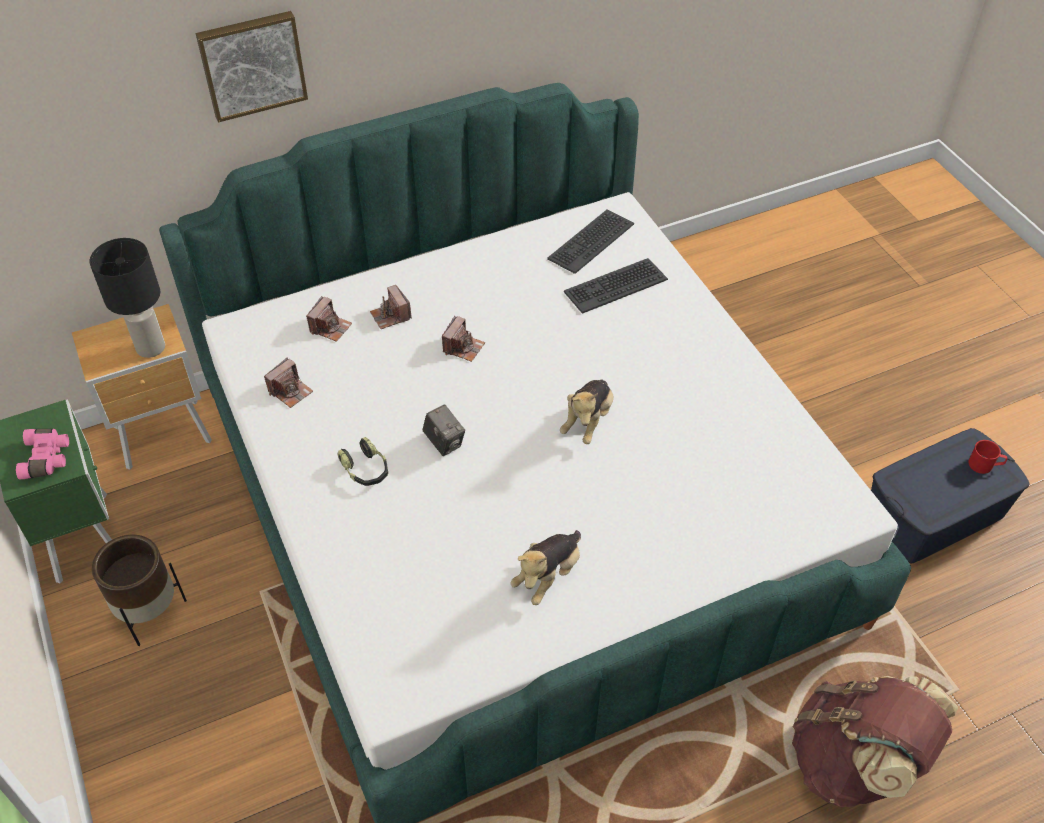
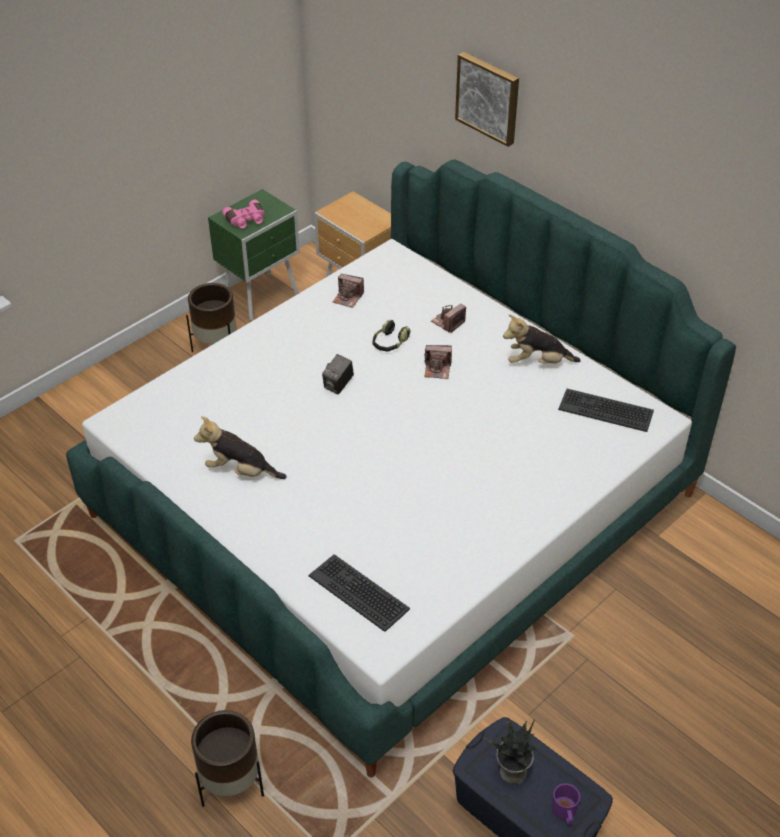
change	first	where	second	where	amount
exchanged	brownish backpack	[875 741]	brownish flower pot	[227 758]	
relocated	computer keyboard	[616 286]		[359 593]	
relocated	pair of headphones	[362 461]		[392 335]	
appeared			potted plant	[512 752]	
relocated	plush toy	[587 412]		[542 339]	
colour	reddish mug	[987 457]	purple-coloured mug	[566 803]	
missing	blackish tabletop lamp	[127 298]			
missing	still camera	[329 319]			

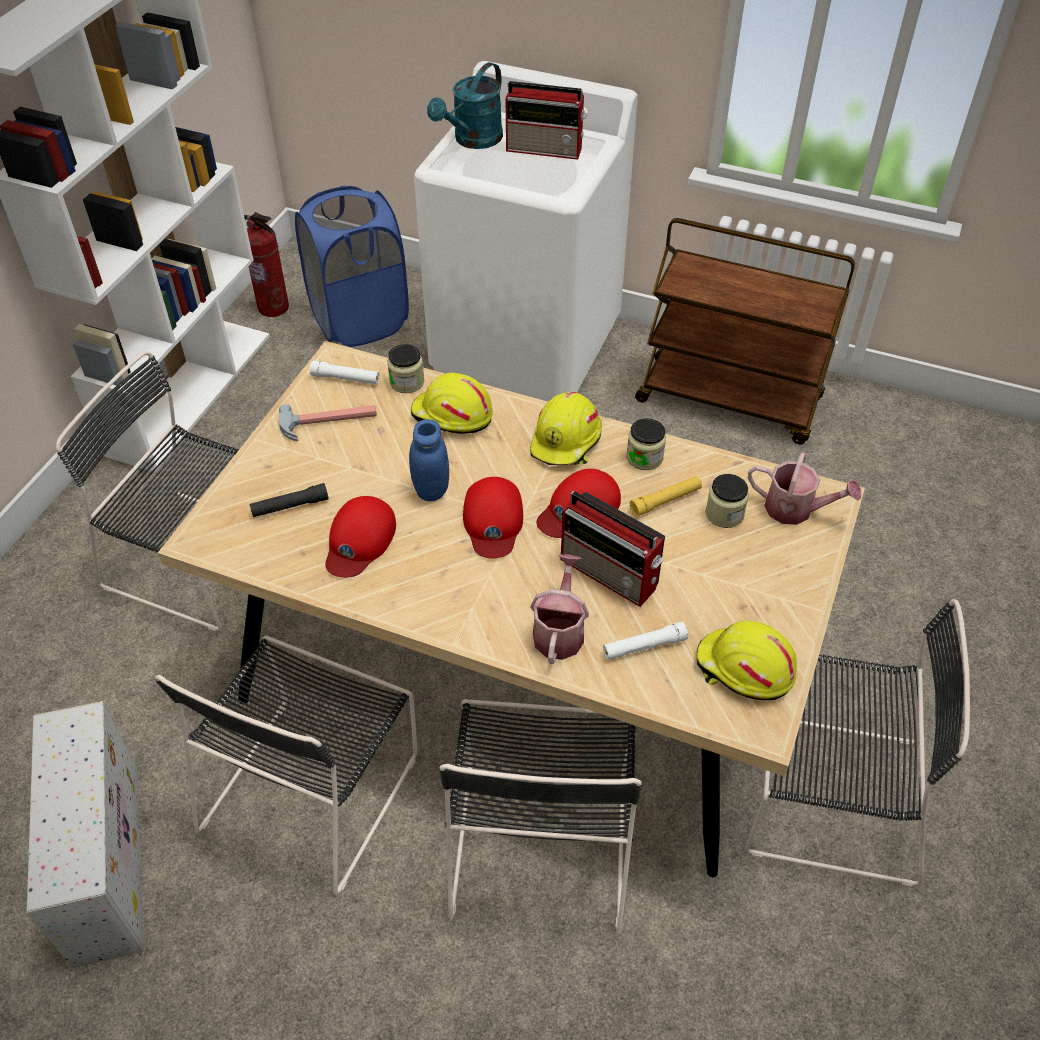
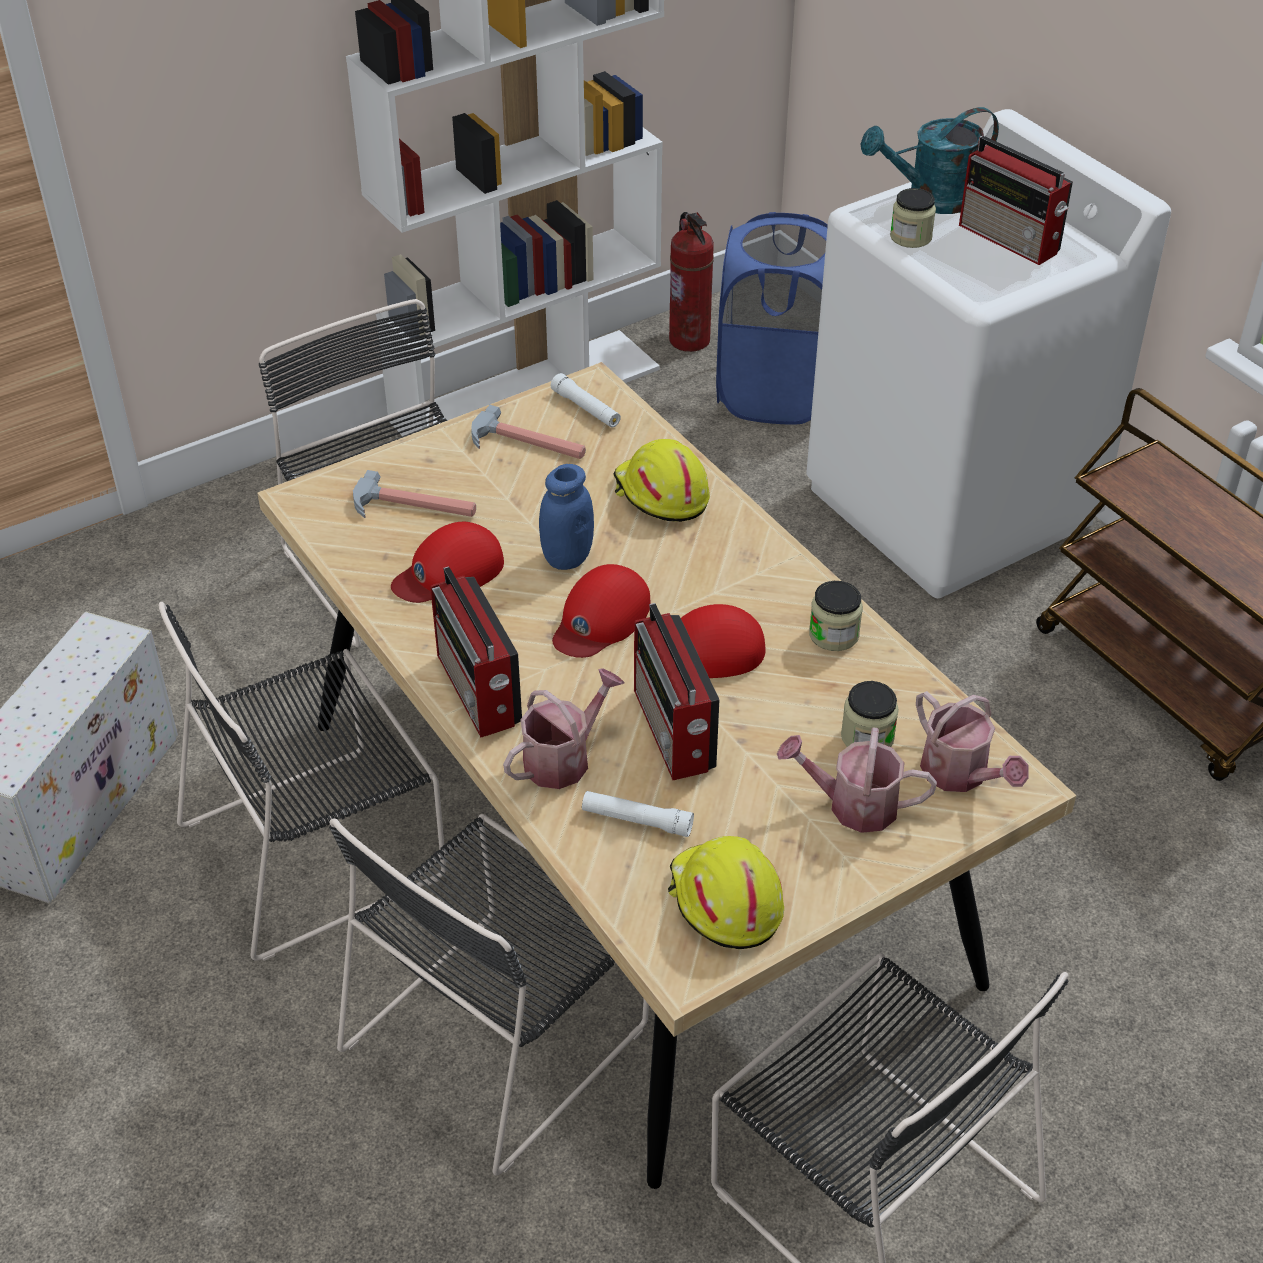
change	first	where	second	where	amount
exchanged	blackish torch	[289 500]	hand hammer	[414 494]	
appeared			radio	[476 651]	
appeared			watering pot	[857 780]	
relocated	preserve jar	[405 368]		[913 218]	
missing	yellowish safety helmet	[566 428]			
missing	yellowish torch	[666 496]			

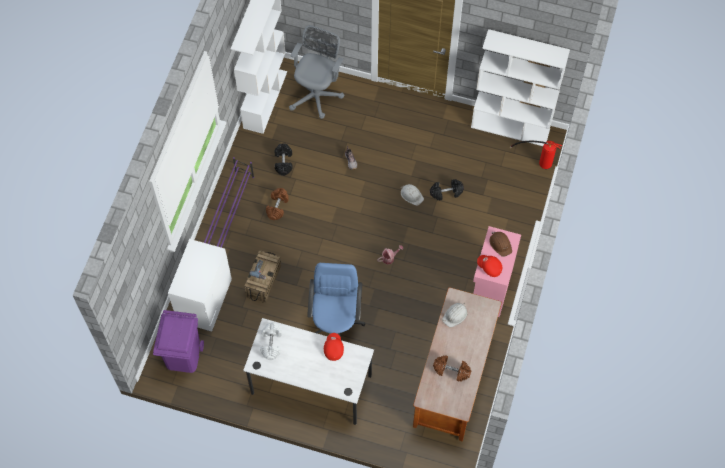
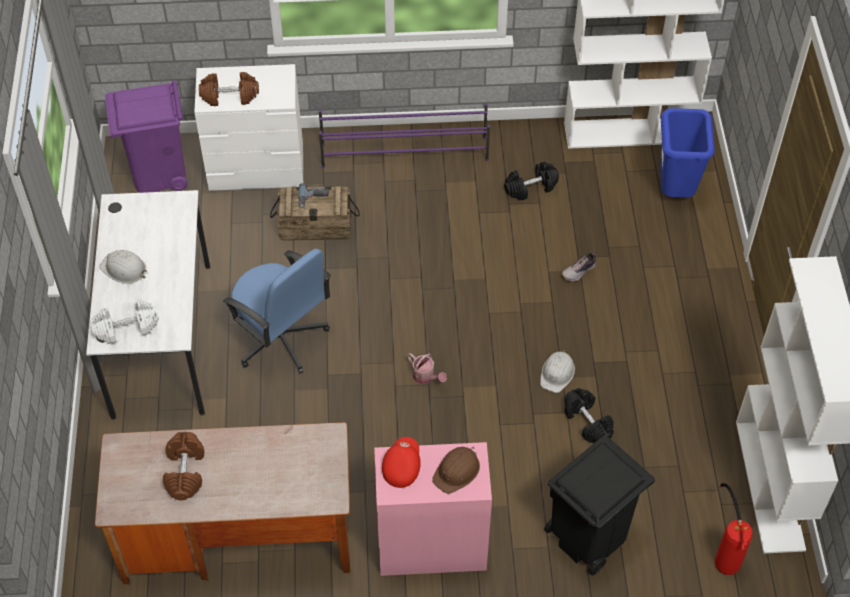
change	first	where	second	where	amount
relocated	whitish free weight	[271 341]		[125 321]	
relocated	whitish safety helmet	[454 315]		[123 267]	
relocated	brownish free weight	[277 204]		[229 89]	
spun	bluish computer chair	[336 301]		[277 311]	60 degrees clockwise
appeared			blackish rubbish bin	[599 505]	
exchanged	gray computer chair	[317 72]	bluish rubbish bin	[687 153]	
missing	reddish cap	[334 347]			

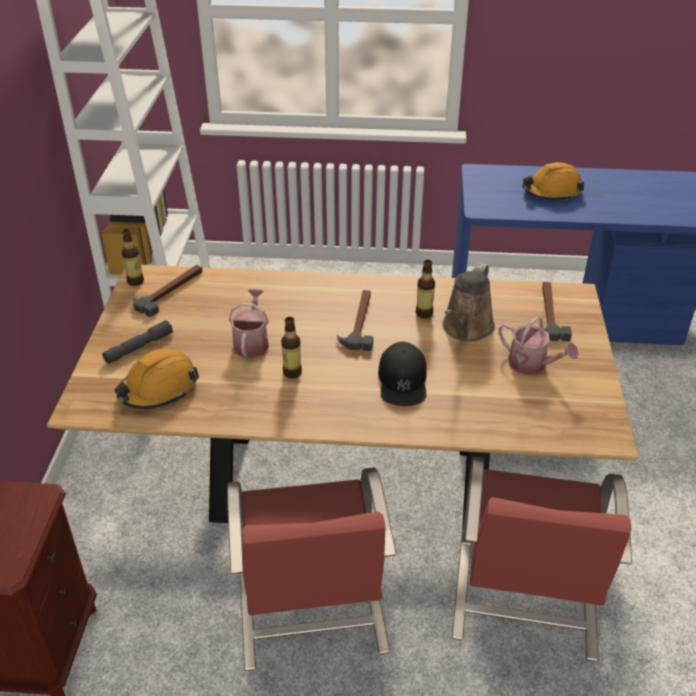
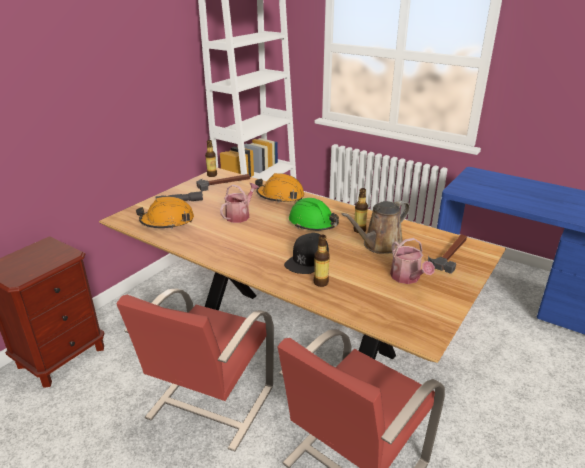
change	first	where	second	where	amount
relocated	orange safety helmet	[553 181]		[279 188]	
exchanged	hand hammer	[355 321]	green-coloured safety helmet	[314 214]	
relocated	drink bottle	[291 347]		[322 260]	

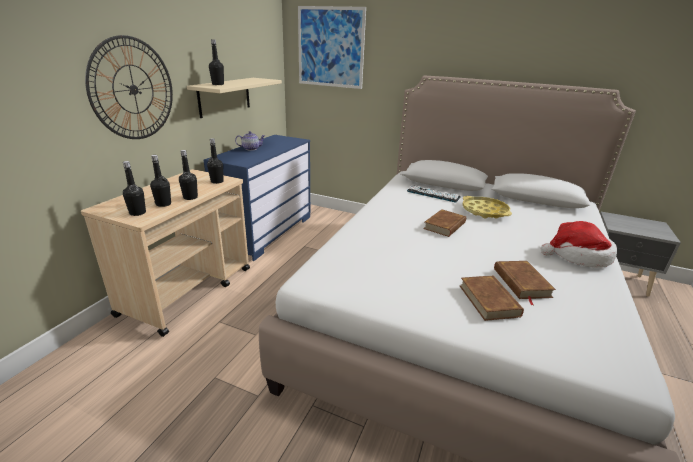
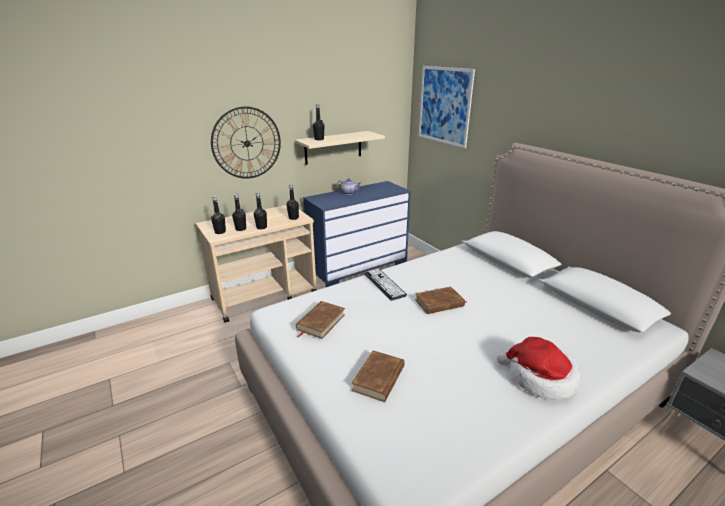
change	first	where	second	where	amount
relocated	brownish bound book	[525 283]		[320 320]	
relocated	computer keyboard	[434 193]		[385 285]	
missing	yellowish carrying tray	[487 207]			

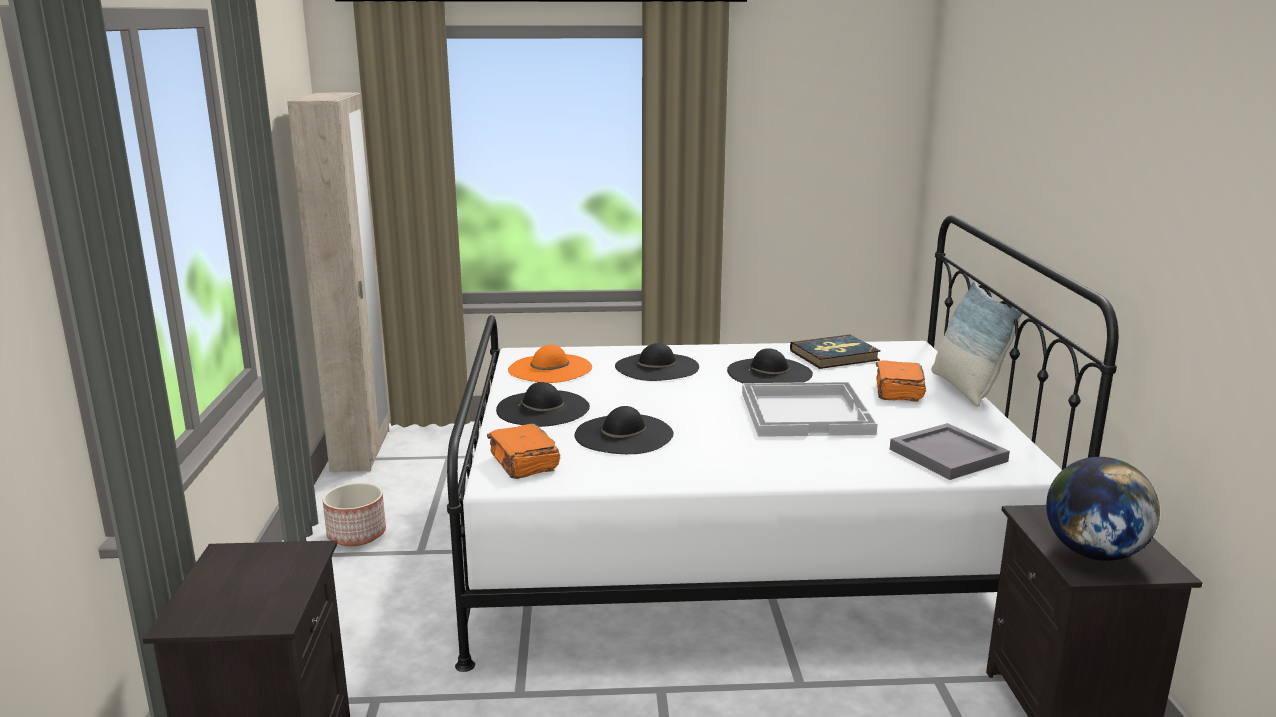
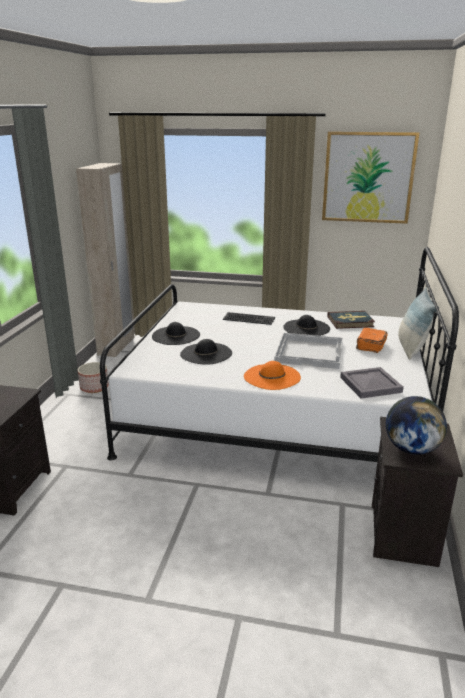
change	first	where	second	where	amount
exchanged	blackish clothing hat	[657 362]	computer keyboard	[249 318]	
relocated	orange clothing hat	[550 364]		[272 375]	
appeared			picture	[370 178]	
missing	orange bound book	[523 451]			

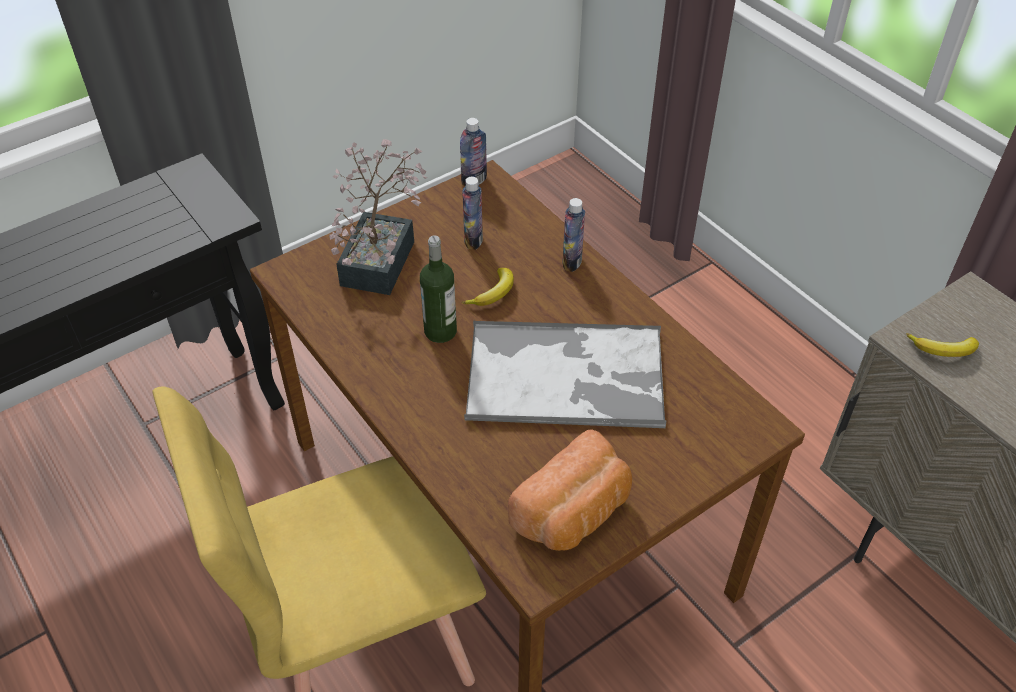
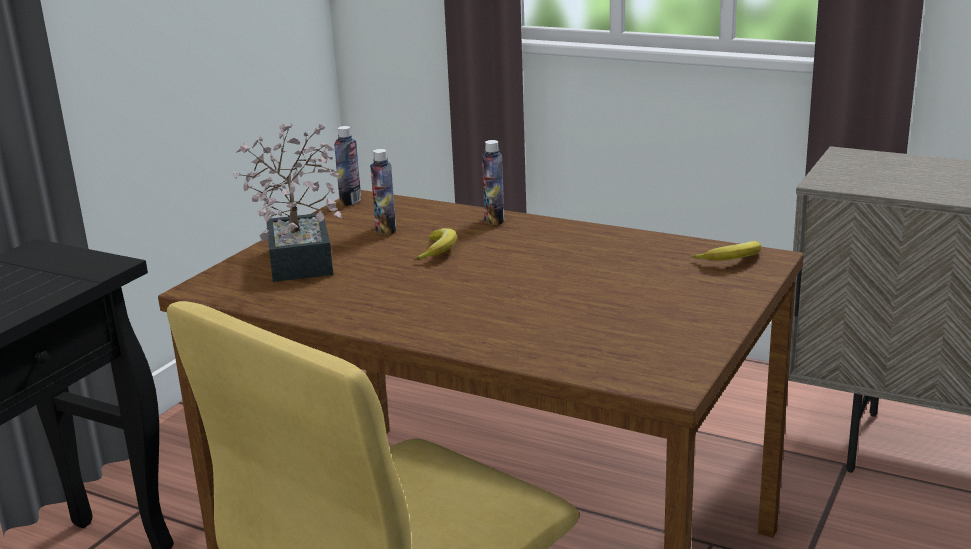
change	first	where	second	where	amount
relocated	banana fruit	[942 345]		[726 251]	
missing	drink bottle	[438 289]			
missing	carrying tray	[565 374]			
missing	baked bread	[570 490]			

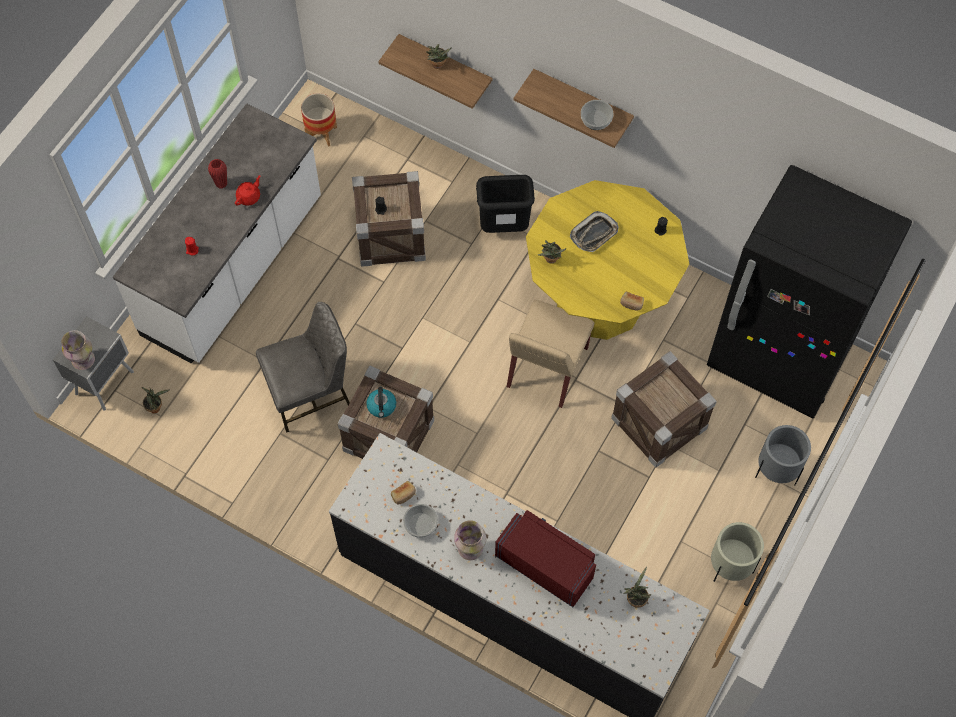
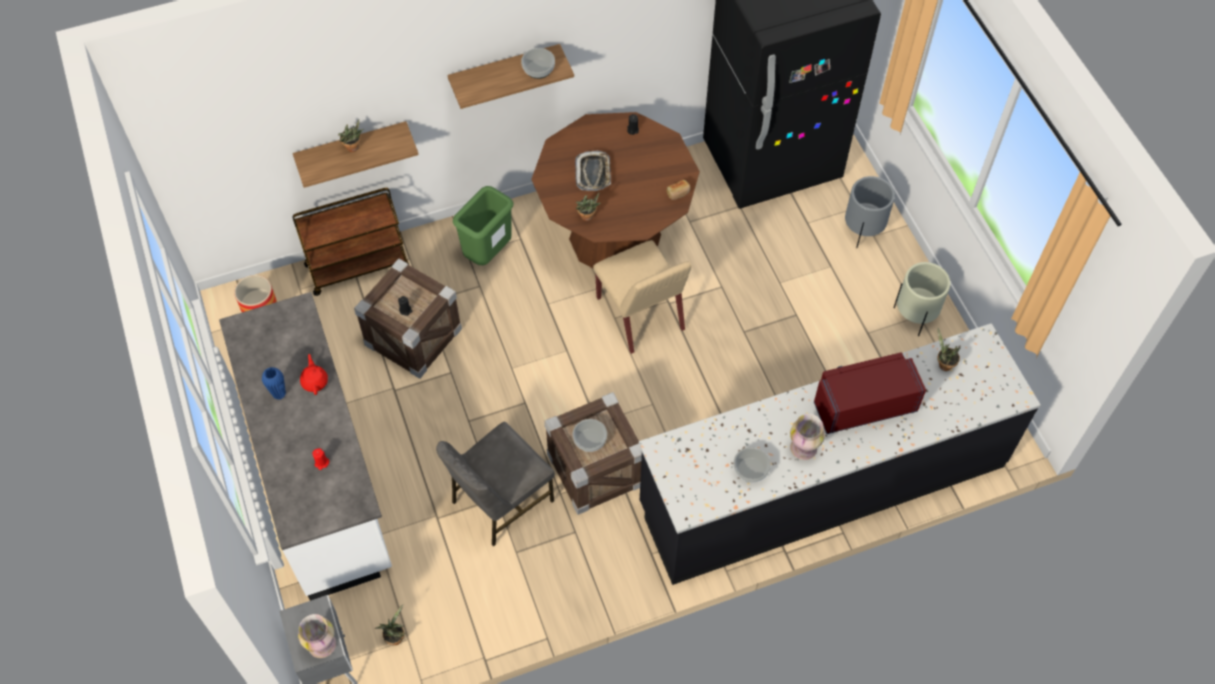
change	first	where	second	where	amount
colour	reddish vase	[217 174]	bluish vase	[274 383]	
appeared			brownish trolley	[351 242]	
spun	gray plain chair	[303 367]		[495 484]	150 degrees counterclockwise
colour	blackish rubbish bin	[505 204]	green-coloured rubbish bin	[483 225]	
colour	yellowish kitchen table	[607 260]	brownish kitchen table	[615 190]	
exchanged	kettle	[381 402]	bowl	[590 435]	
missing	baked bread	[403 493]			
missing	packing crate	[664 409]			

